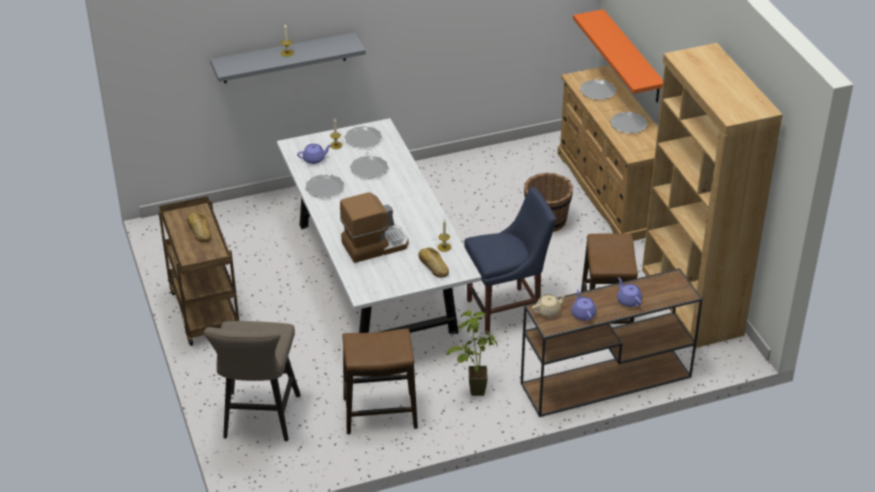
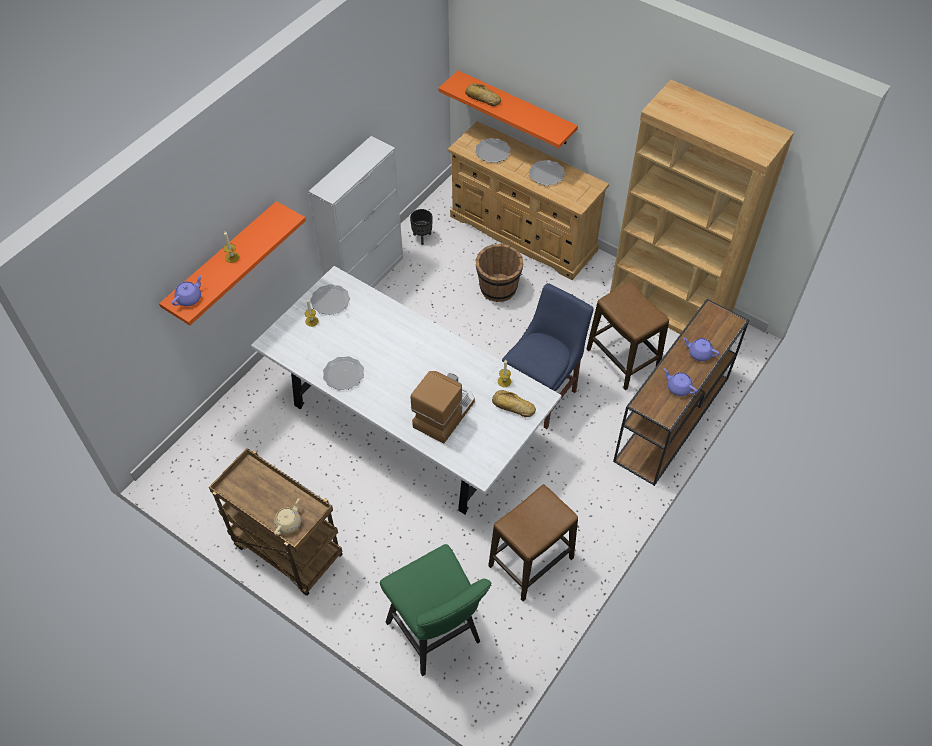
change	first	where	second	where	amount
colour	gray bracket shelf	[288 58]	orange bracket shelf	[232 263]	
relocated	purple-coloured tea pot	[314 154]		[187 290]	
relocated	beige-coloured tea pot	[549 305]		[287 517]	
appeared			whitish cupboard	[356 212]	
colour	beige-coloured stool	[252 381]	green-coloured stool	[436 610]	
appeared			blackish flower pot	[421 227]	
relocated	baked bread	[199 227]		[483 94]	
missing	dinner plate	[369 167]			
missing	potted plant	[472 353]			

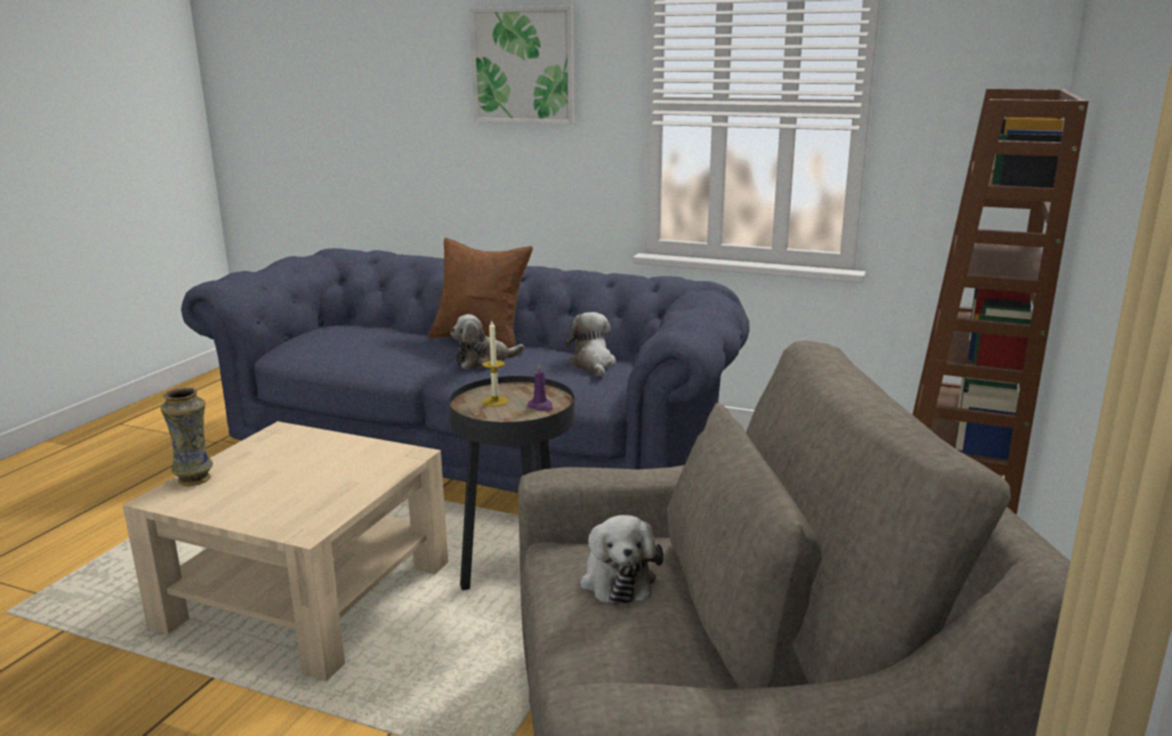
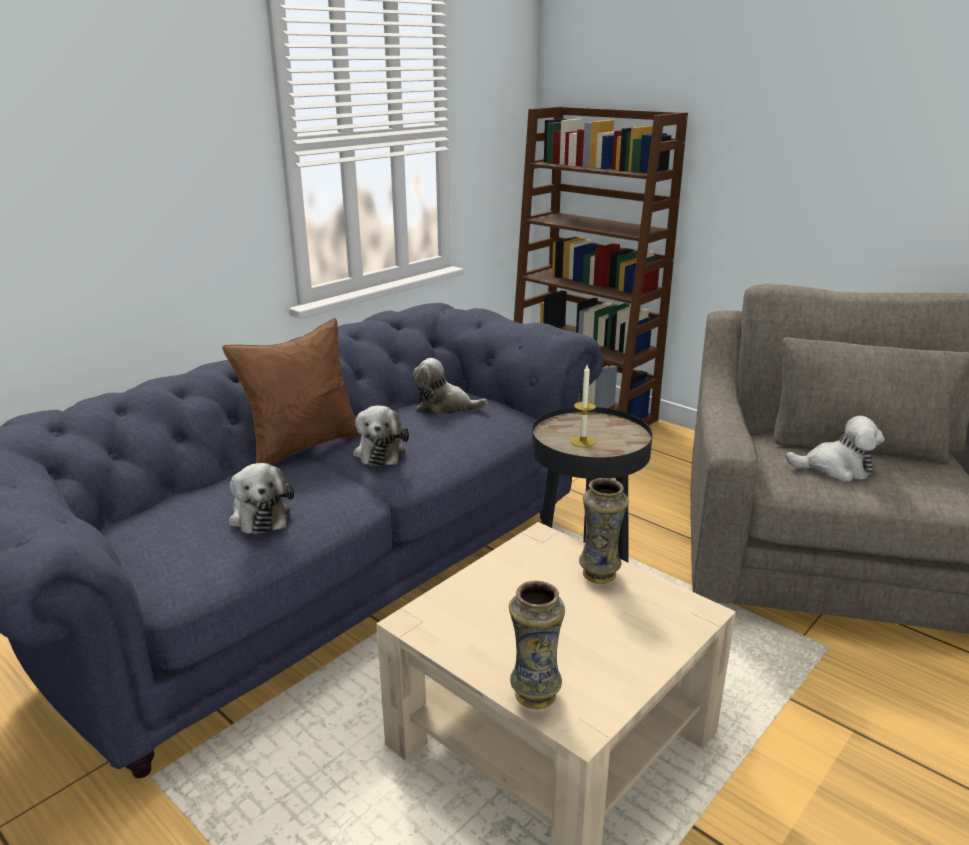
change	first	where	second	where	amount
appeared			plush toy	[261 499]	
appeared			vase	[604 531]	
missing	picture	[522 65]			
missing	purple-coloured candle	[540 387]			

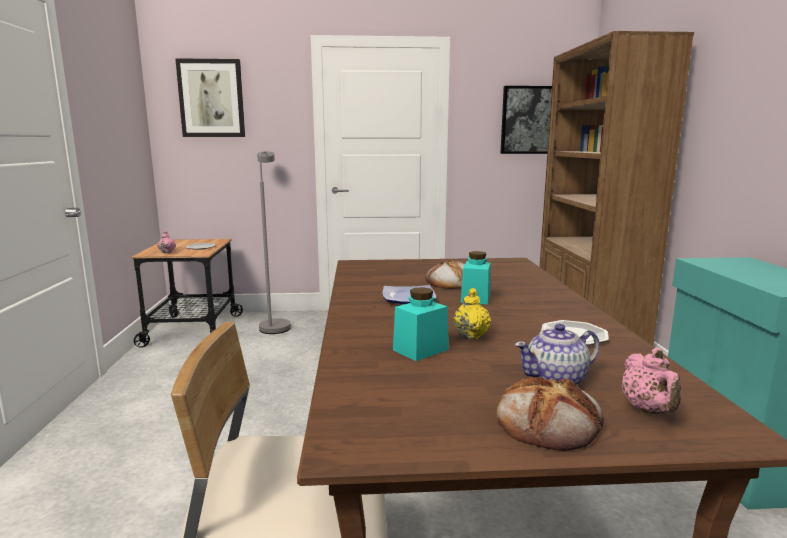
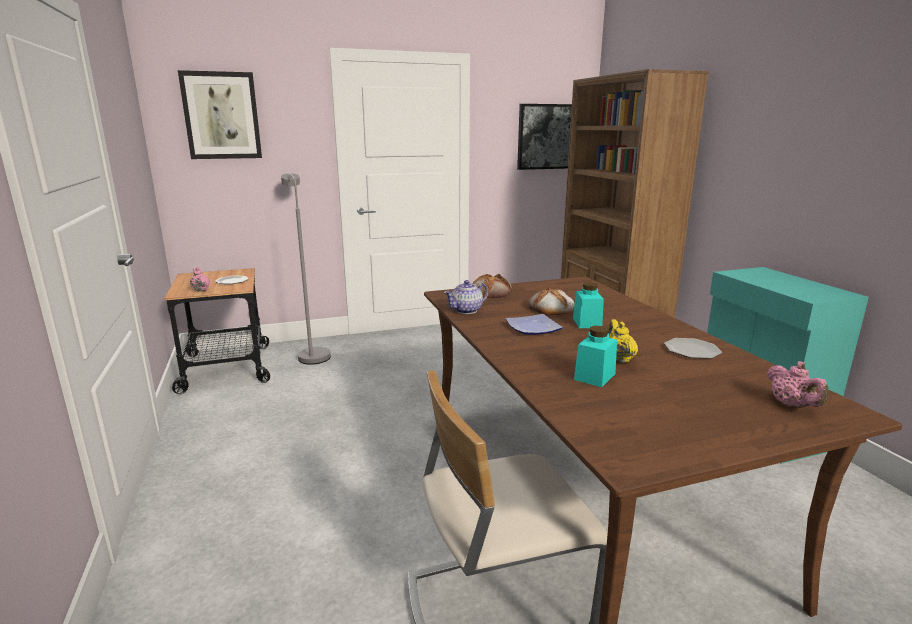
change	first	where	second	where	amount
relocated	tea pot	[557 354]		[466 297]	
relocated	baked bread	[550 413]		[492 286]	

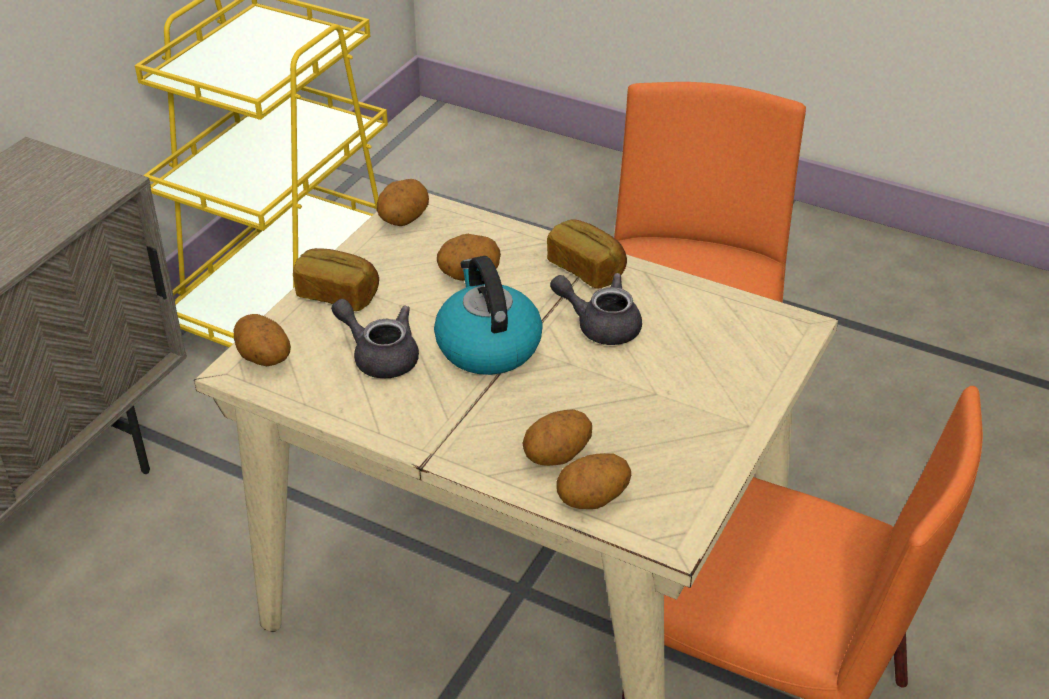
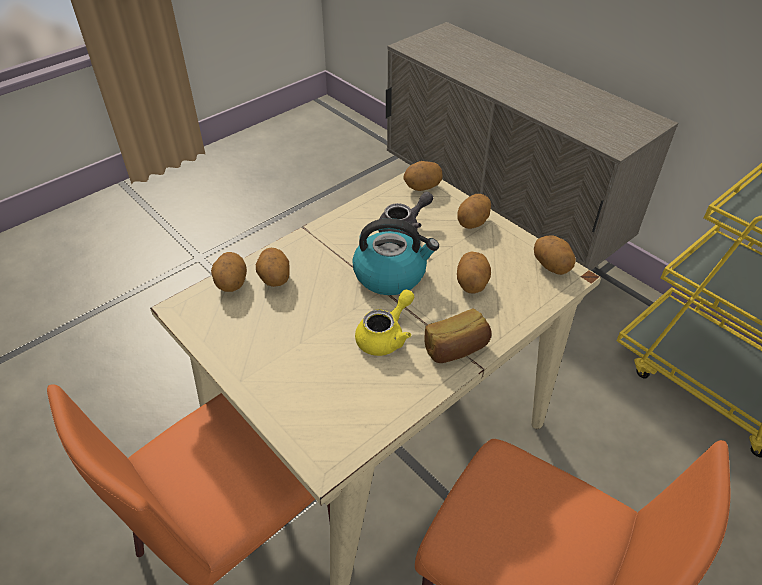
change	first	where	second	where	amount
colour	gray tea pot	[596 309]	yellowish tea pot	[384 322]	
exchanged	baked bread	[336 279]	potato	[474 211]	

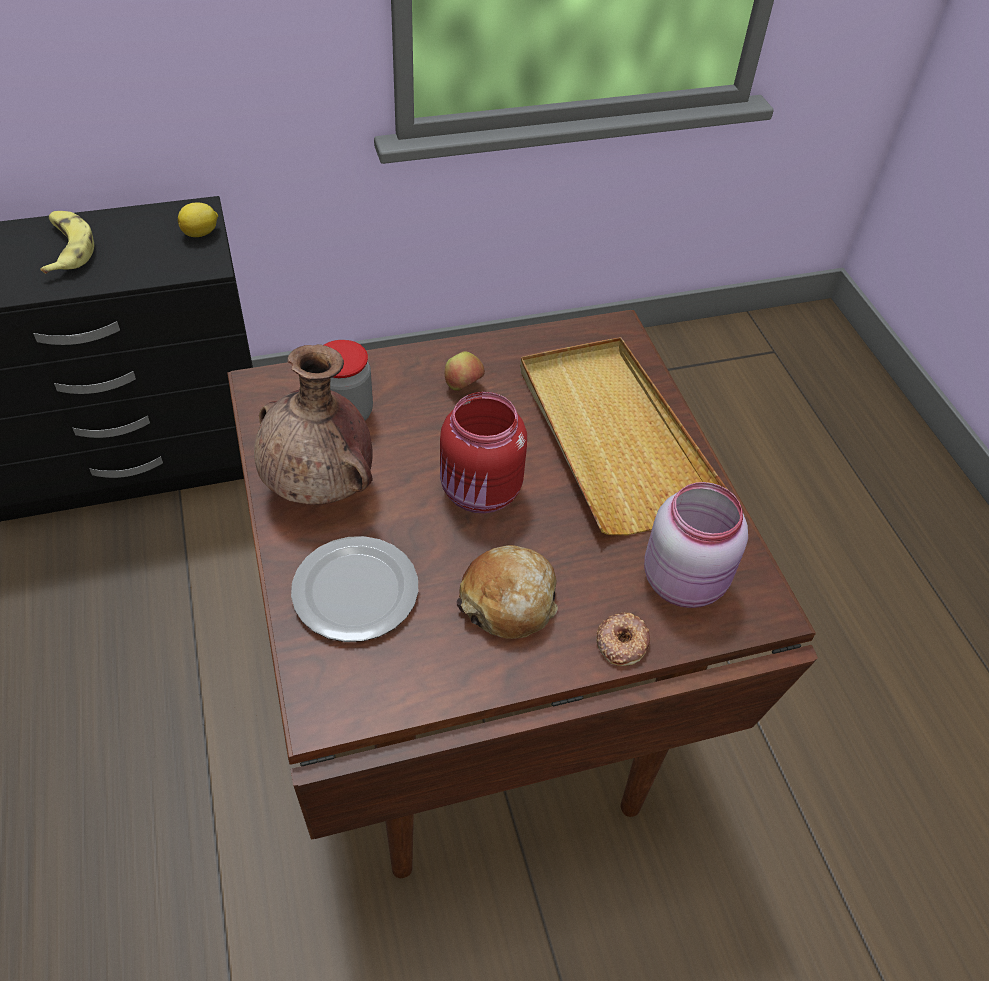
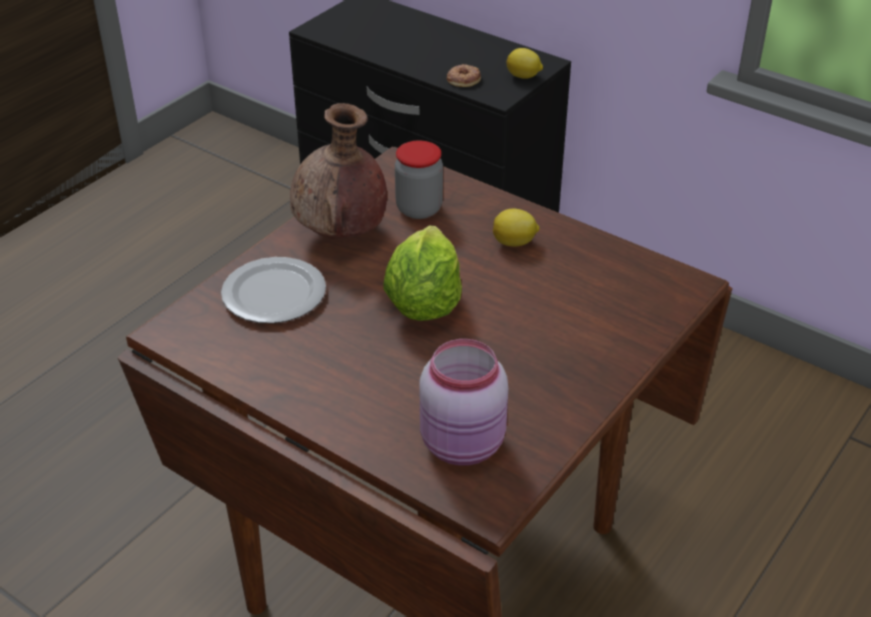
change	first	where	second	where	amount
exchanged	reddish preserve jar	[483 452]	lettuce	[422 273]	
relocated	donut	[623 639]		[464 75]	
exchanged	apple fruit	[464 371]	whole lemon	[516 227]	
missing	banana fruit	[67 242]			
missing	baked bread	[507 592]			
missing	beige-coloured carrying tray	[624 436]			

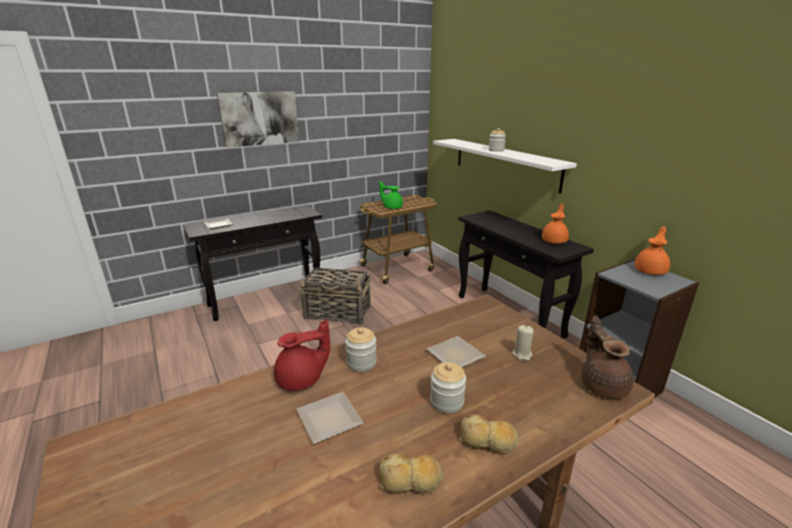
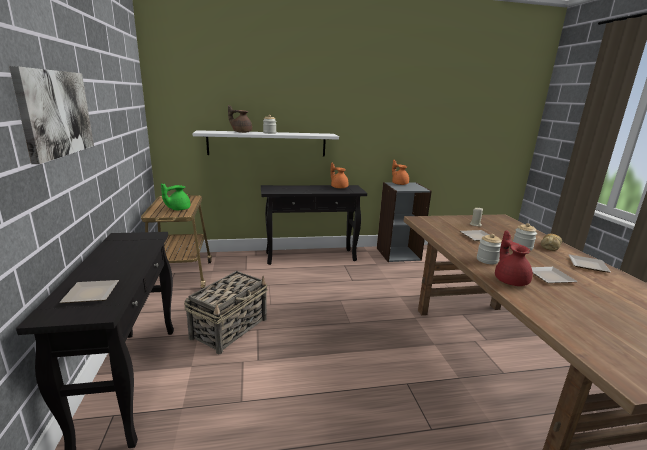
change	first	where	second	where	amount
relocated	brownish tea pot	[607 357]		[240 119]	
exchanged	baked bread	[411 474]	dinner plate	[590 264]	

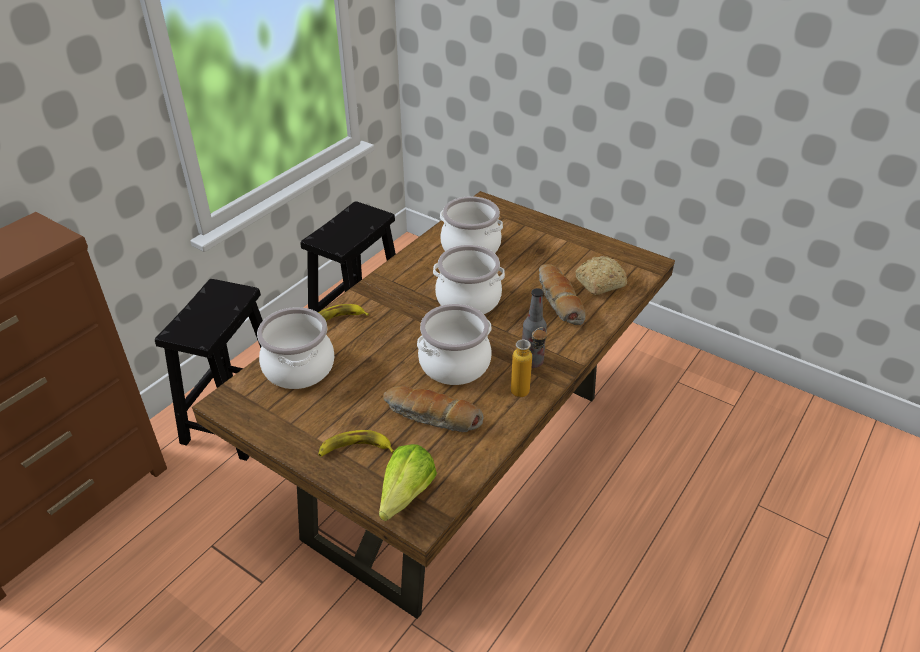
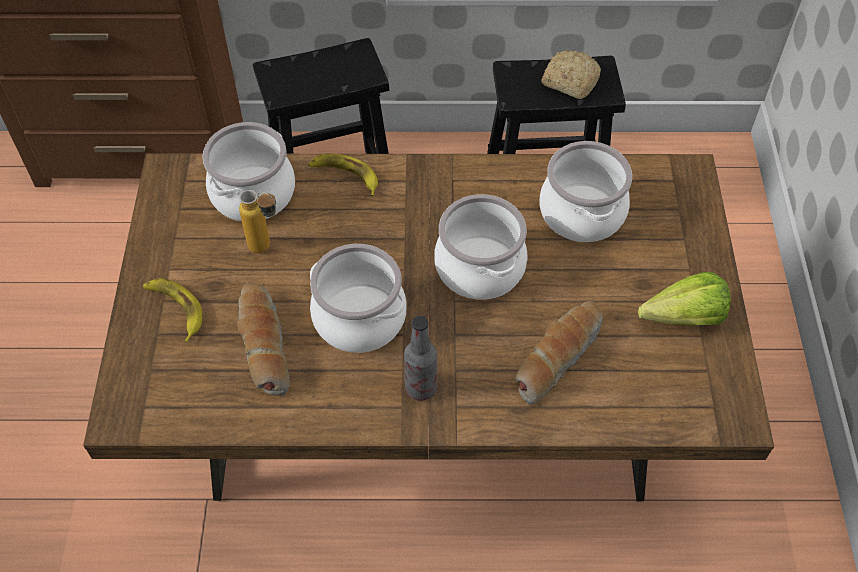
change	first	where	second	where	amount
relocated	drink bottle	[529 362]		[257 221]	
relocated	baked bread	[601 275]		[571 74]	
relocated	lettuce	[408 482]		[684 299]	

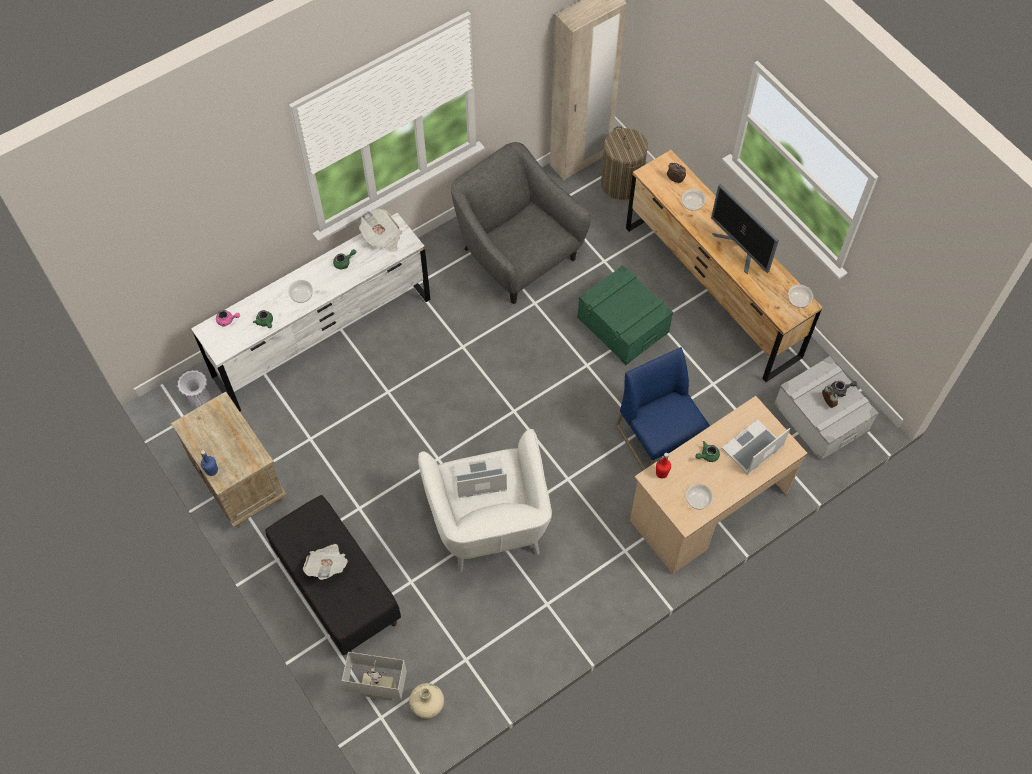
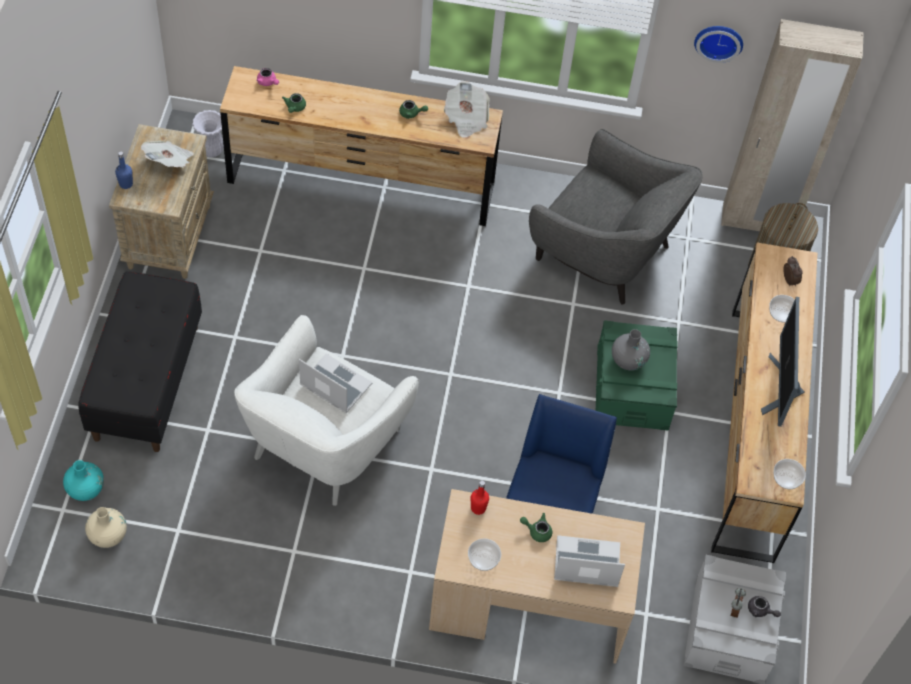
change	first	where	second	where	amount
exchanged	whitish tabletop lamp	[374 676]	turquoise vase	[83 480]	
relocated	daily paper	[325 562]		[167 154]	
colour	whitish dresser	[311 312]	brownish dresser	[361 146]	
spun	gray easy chair	[521 223]		[616 216]	120 degrees clockwise
appeared			gray vase	[631 349]	
appeared			wall clock	[718 44]	
missing	bowl	[300 291]			

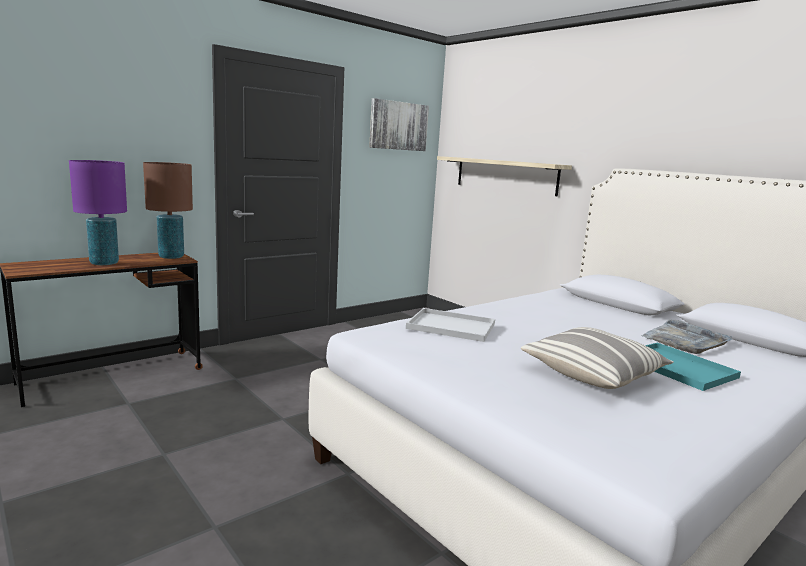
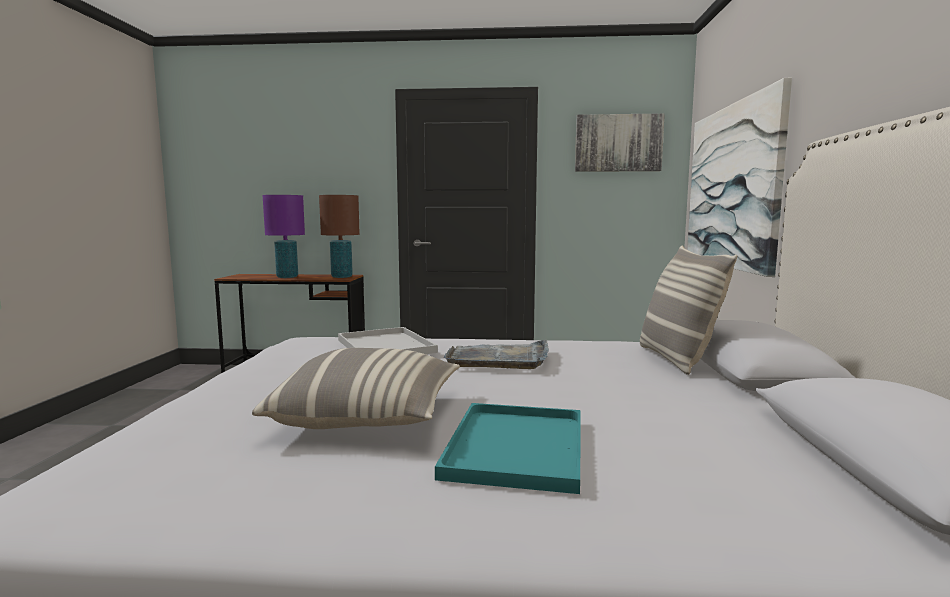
change	first	where	second	where	amount
relocated	gray carrying tray	[687 336]		[496 354]	
appeared			pillow	[688 310]	
exchanged	bracket shelf	[504 176]	picture	[739 177]	

